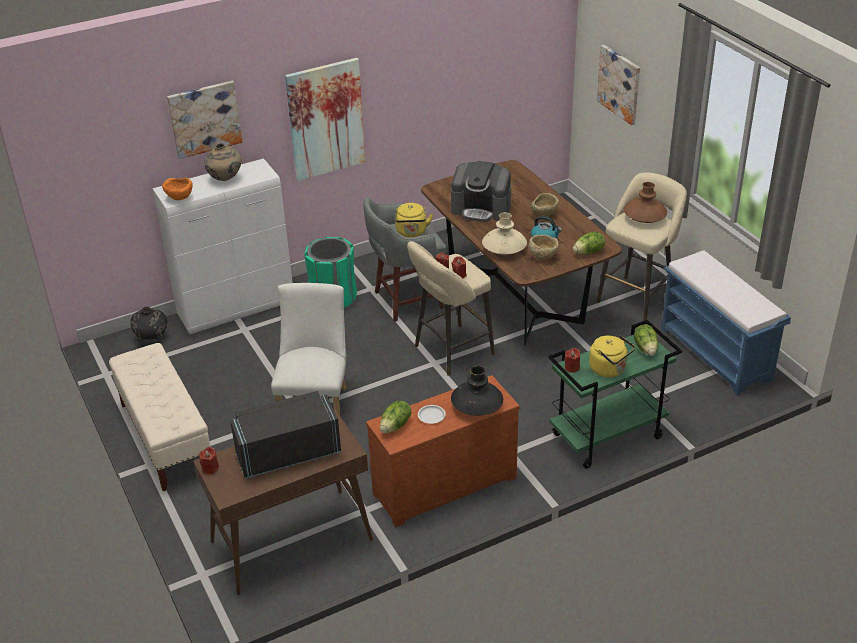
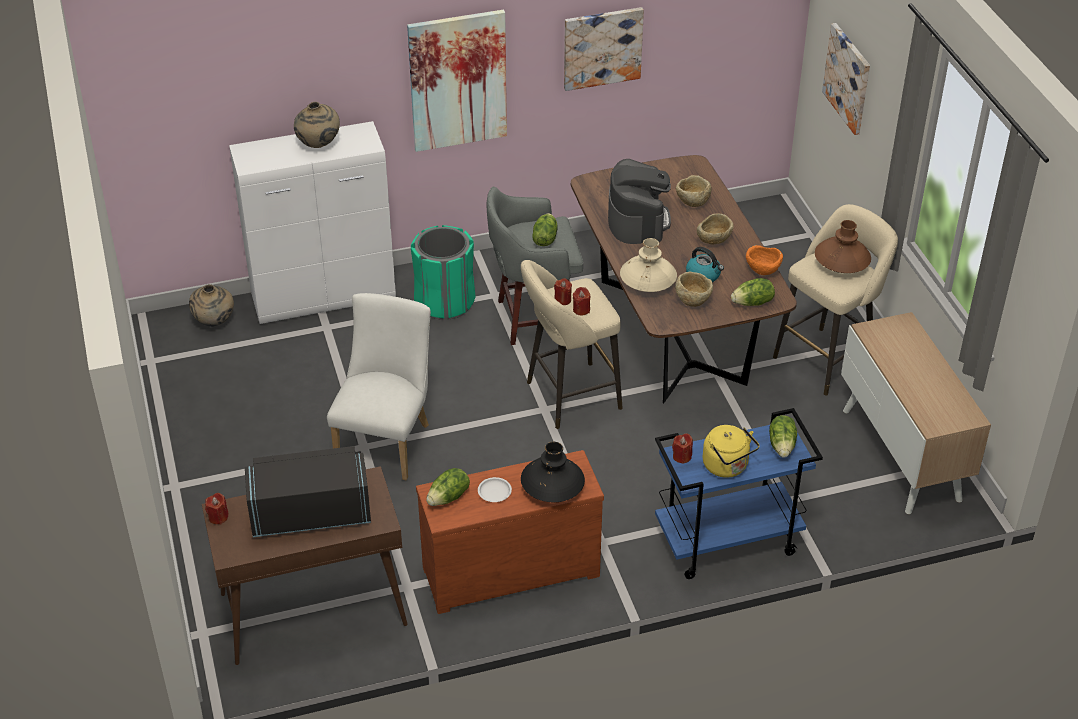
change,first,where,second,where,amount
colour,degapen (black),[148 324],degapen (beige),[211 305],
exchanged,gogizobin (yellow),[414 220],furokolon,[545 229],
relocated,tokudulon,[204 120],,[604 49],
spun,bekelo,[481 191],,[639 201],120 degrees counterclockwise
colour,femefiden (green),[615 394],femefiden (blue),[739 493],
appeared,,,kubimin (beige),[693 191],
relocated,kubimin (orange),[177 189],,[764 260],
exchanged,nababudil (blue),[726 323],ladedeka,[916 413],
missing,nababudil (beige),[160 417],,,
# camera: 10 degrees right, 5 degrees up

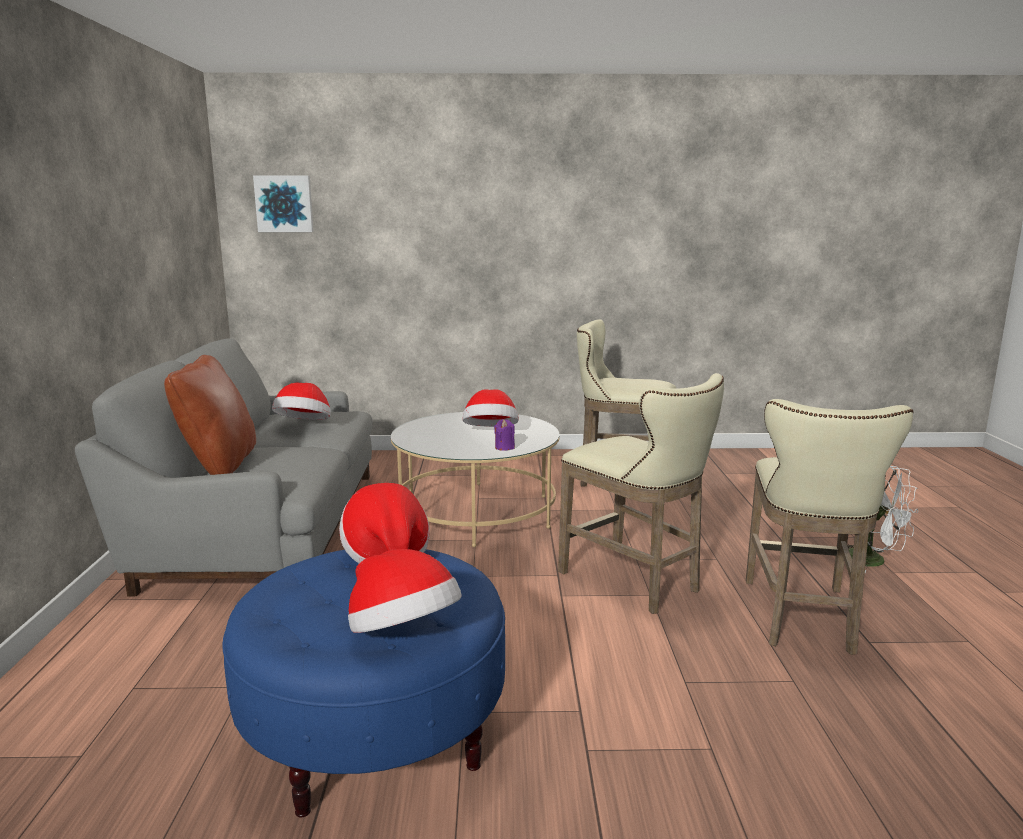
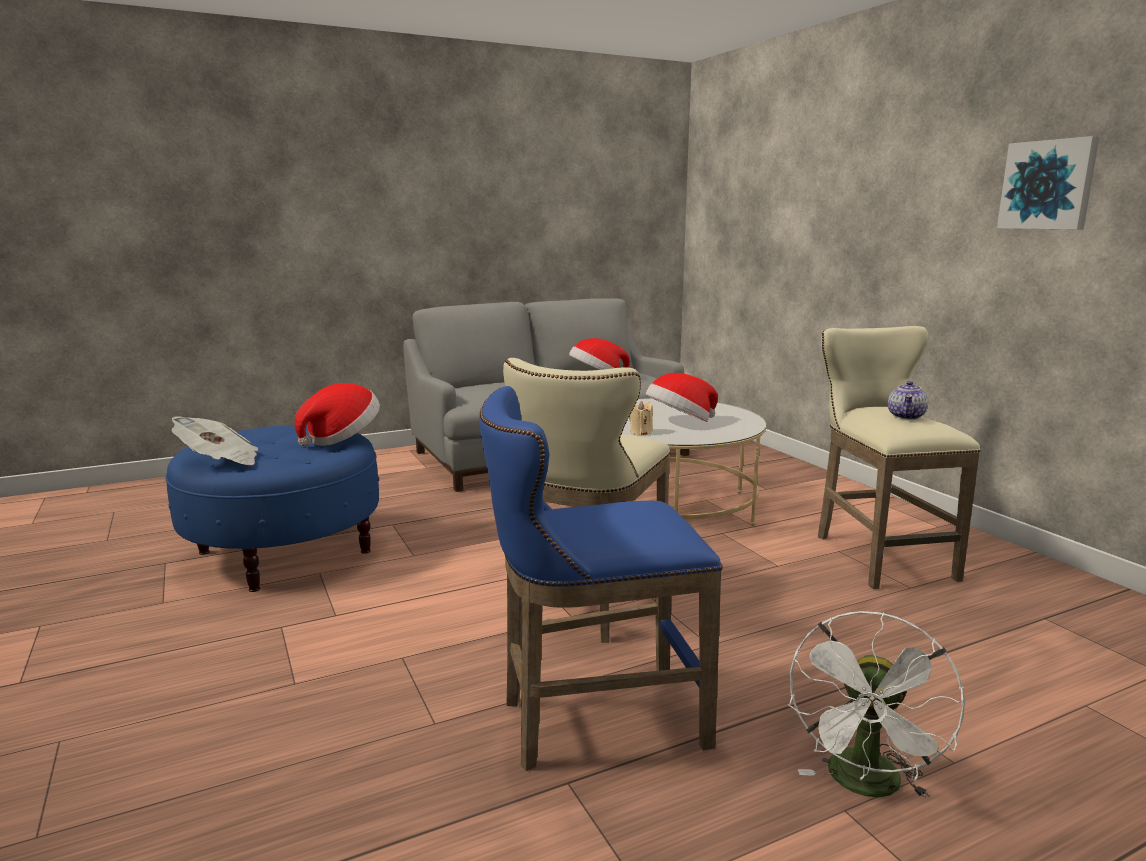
change,first,where,second,where,amount
exchanged,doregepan,[405 591],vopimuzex,[214 440],
colour,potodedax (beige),[830 527],potodedax (blue),[601 578],
colour,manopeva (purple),[504 435],manopeva (beige),[641 418],
appeared,,,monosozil,[908 400],
relocated,tokudulon,[283 204],,[1048 182],
missing,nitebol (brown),[210 415],,,
# camera: 65 degrees right, 0 degrees up

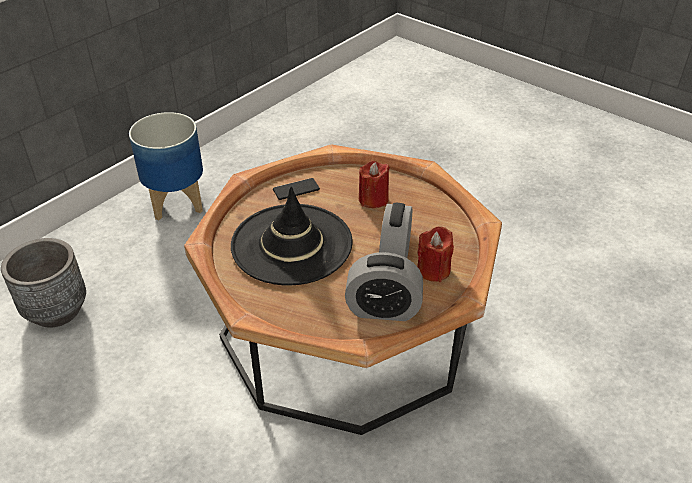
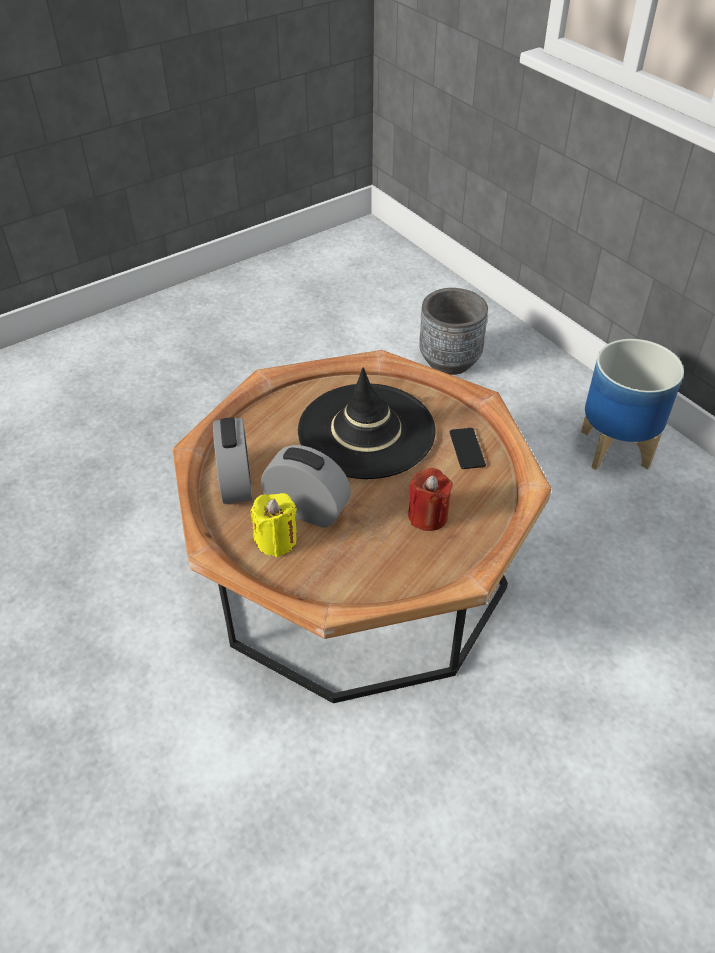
change,first,where,second,where,amount
spun,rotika,[384 286],,[233 460],150 degrees clockwise
colour,manopeva (red),[435 254],manopeva (yellow),[274 525],
# camera: 105 degrees right, 5 degrees up

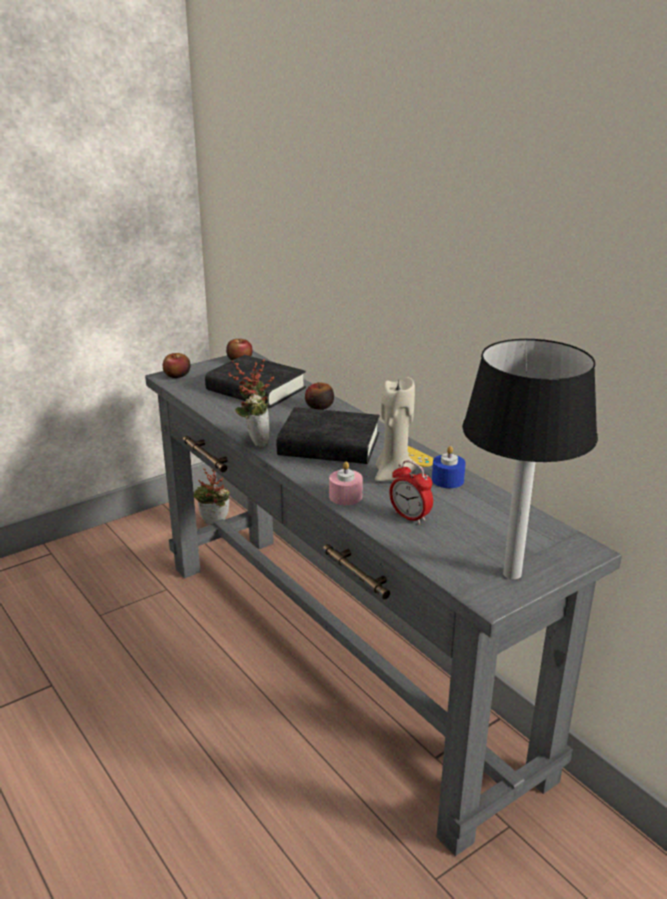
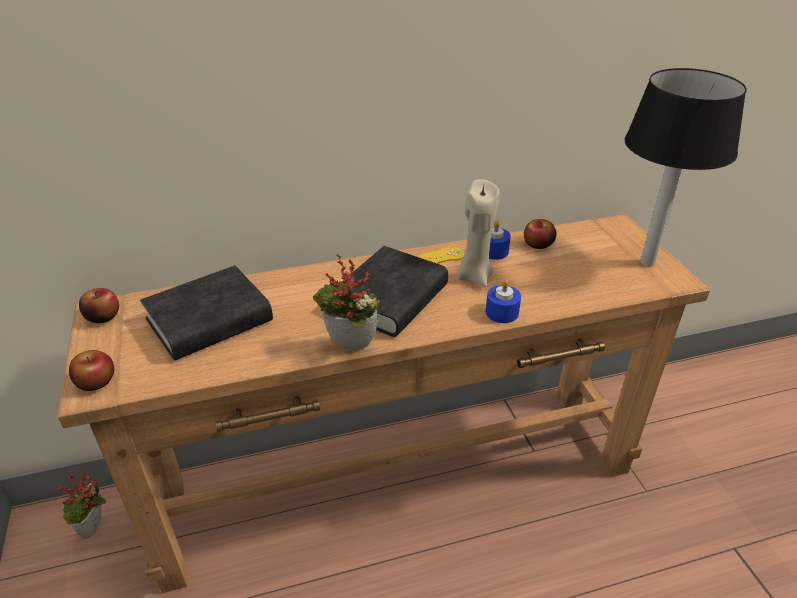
change,first,where,second,where,amount
colour,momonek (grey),[383 603],momonek (brown),[383 403],
colour,manopeva (pink),[346 483],manopeva (blue),[503 301],
relocated,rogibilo,[319 396],,[540 234],
missing,rotika,[411 492],,,
# camera: 70 degrees left, 10 degrees up

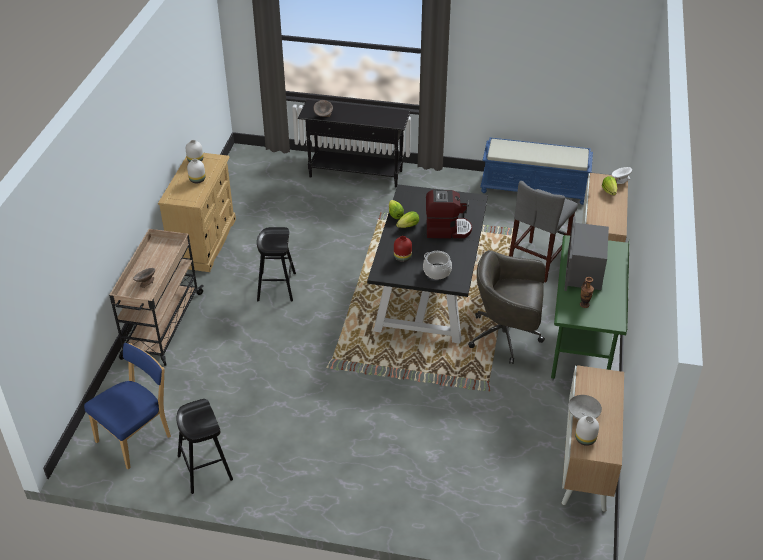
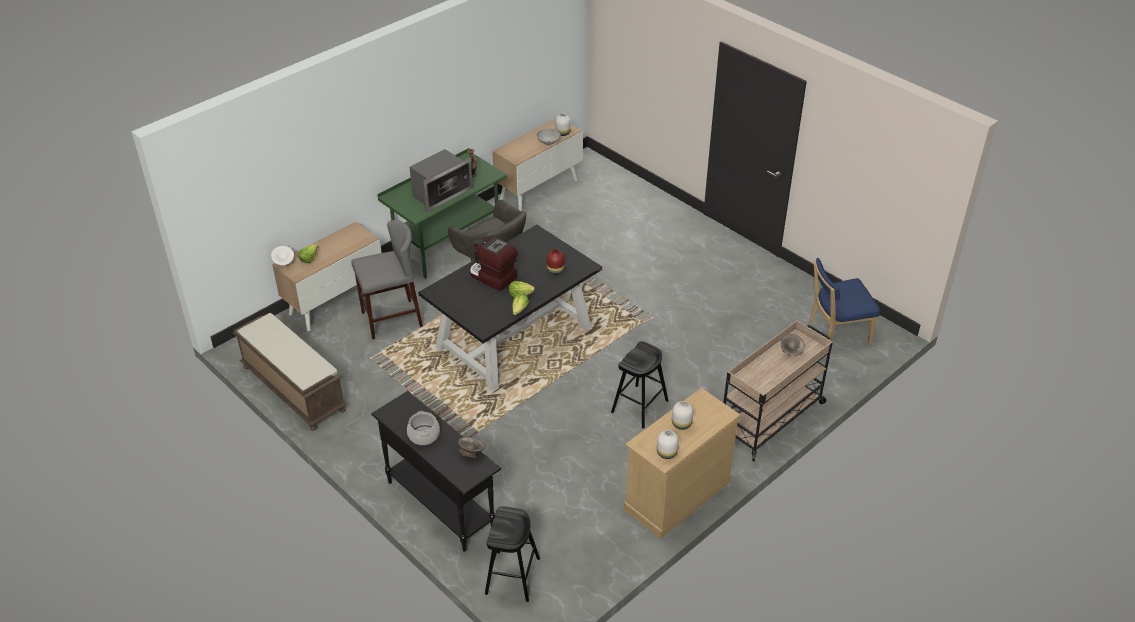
change,first,where,second,where,amount
colour,nababudil (blue),[536 171],nababudil (brown),[290 371],
relocated,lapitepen,[437 265],,[423 428],
relocated,potodedax (black),[205 446],,[512 554],
# camera: 145 degrees left, 0 degrees up

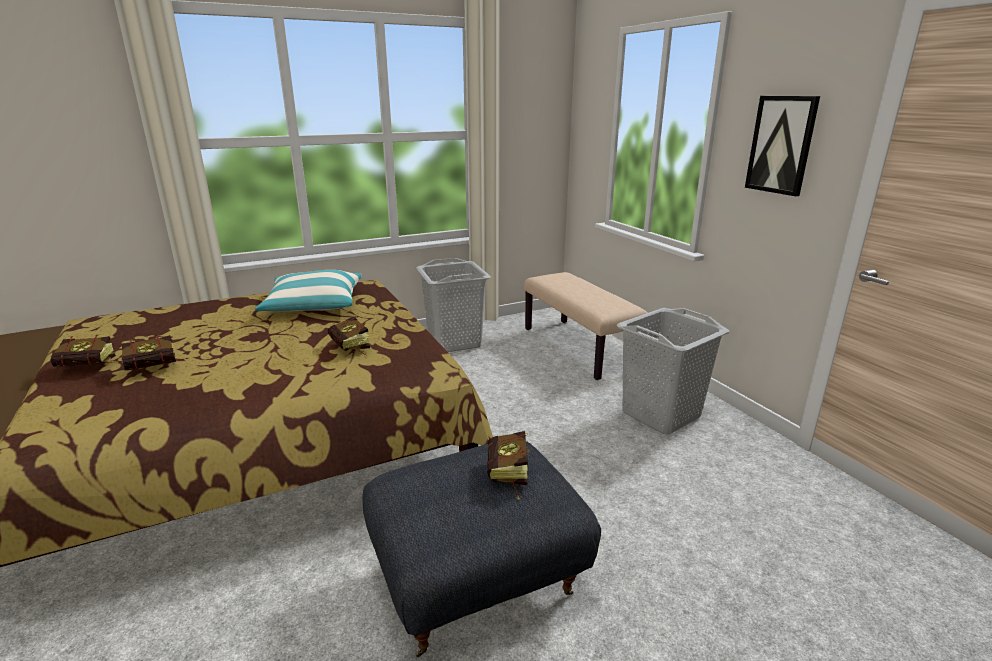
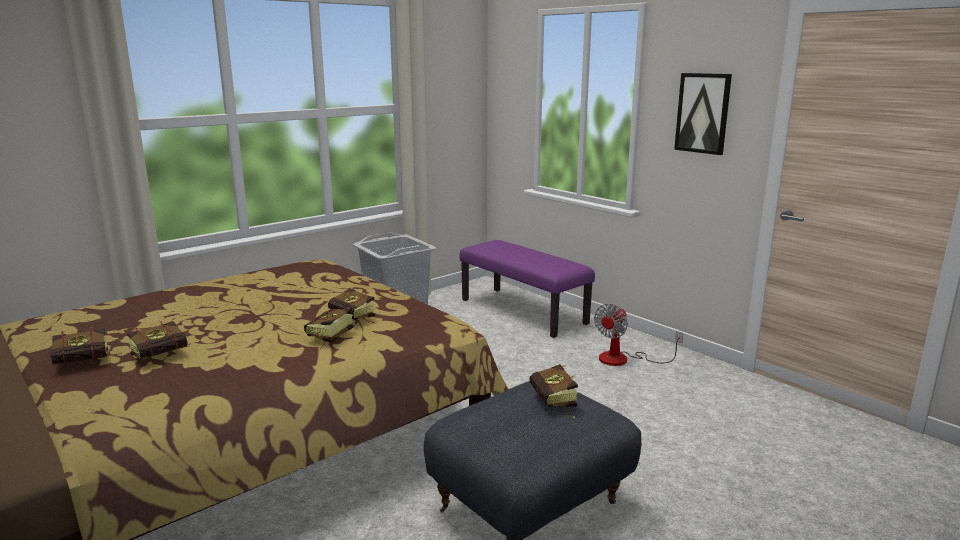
change,first,where,second,where,amount
appeared,,,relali,[329 329],
colour,nababudil (beige),[586 326],nababudil (purple),[527 289],
exchanged,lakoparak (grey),[672 371],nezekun,[638 335],
missing,nitebol,[308 290],,,
# camera: 15 degrees left, 5 degrees down

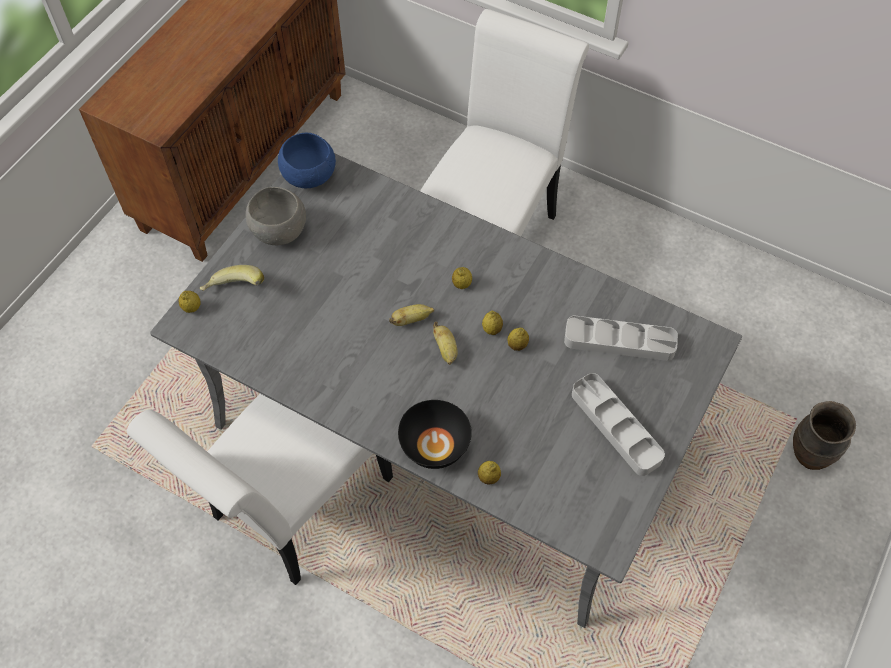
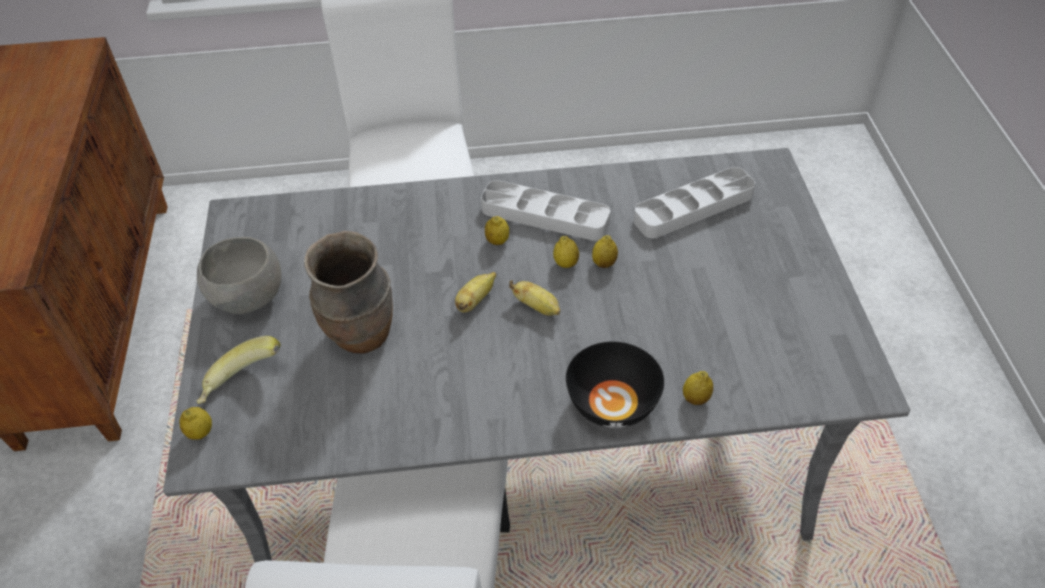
change,first,where,second,where,amount
relocated,degapen (brown),[824 435],,[348 292],
relocated,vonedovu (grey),[618 424],,[545 210],
missing,kubimin (blue),[307 160],,,
# camera: 35 degrees left, 10 degrees down

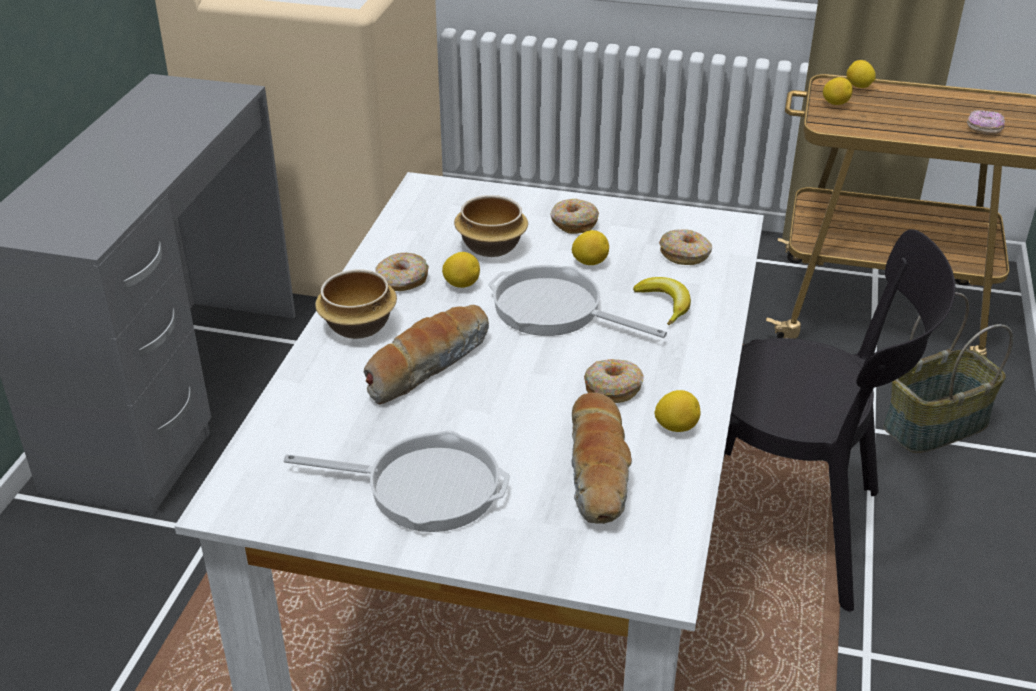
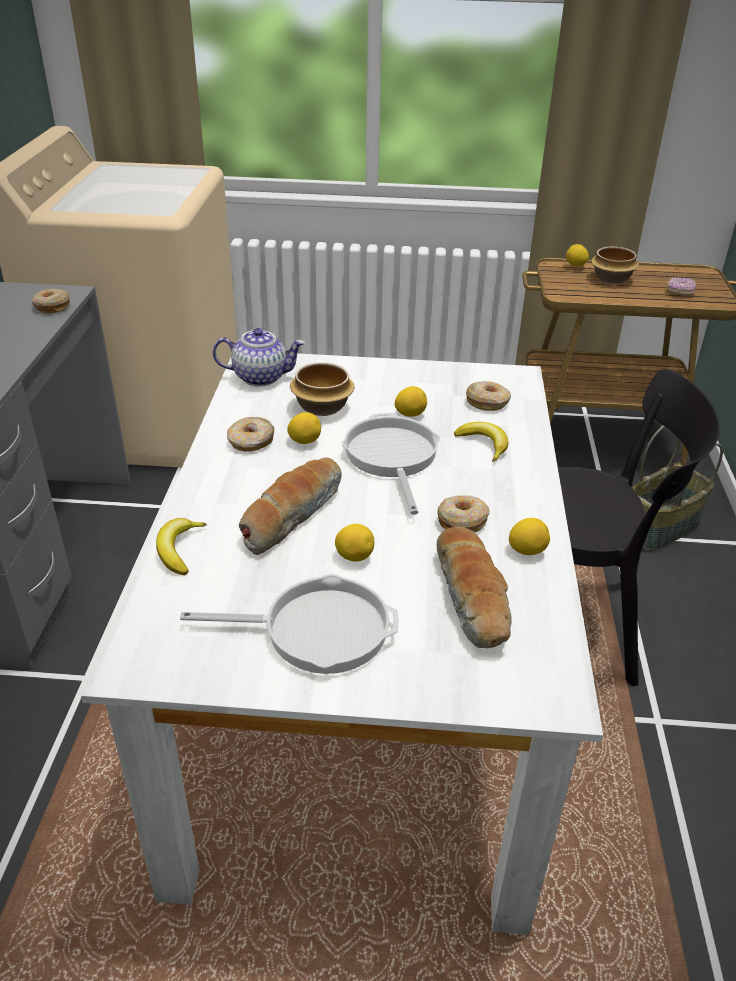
change,first,where,second,where,amount
relocated,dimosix,[574 216],,[50 301],
appeared,,,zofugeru,[181 546],
appeared,,,monosozil,[259 357],
relocated,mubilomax,[838 91],,[354 542],
spun,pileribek,[577 301],,[391 464],60 degrees clockwise
relocated,kubimin,[356 304],,[615 265],
# camera: 10 degrees left, 0 degrees up

